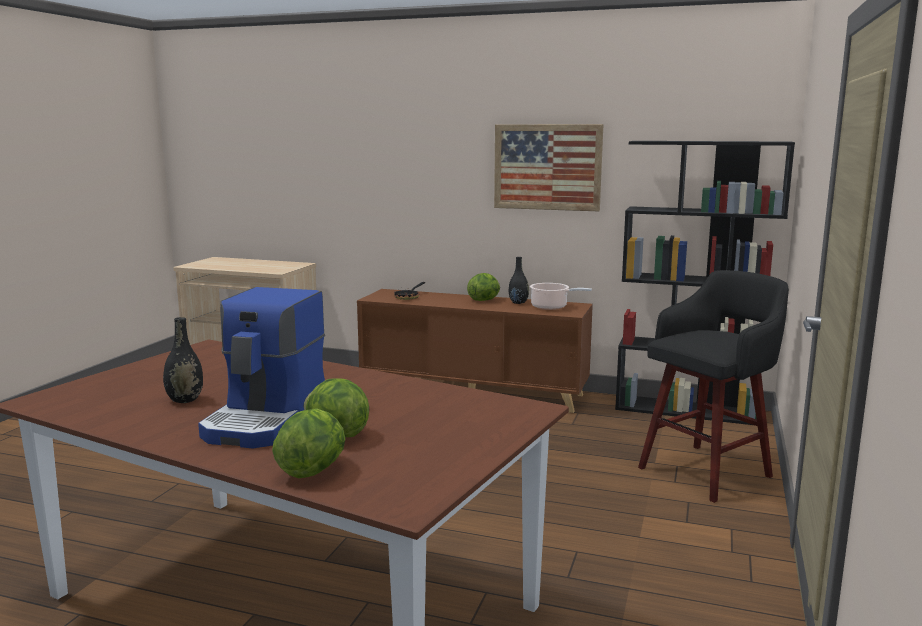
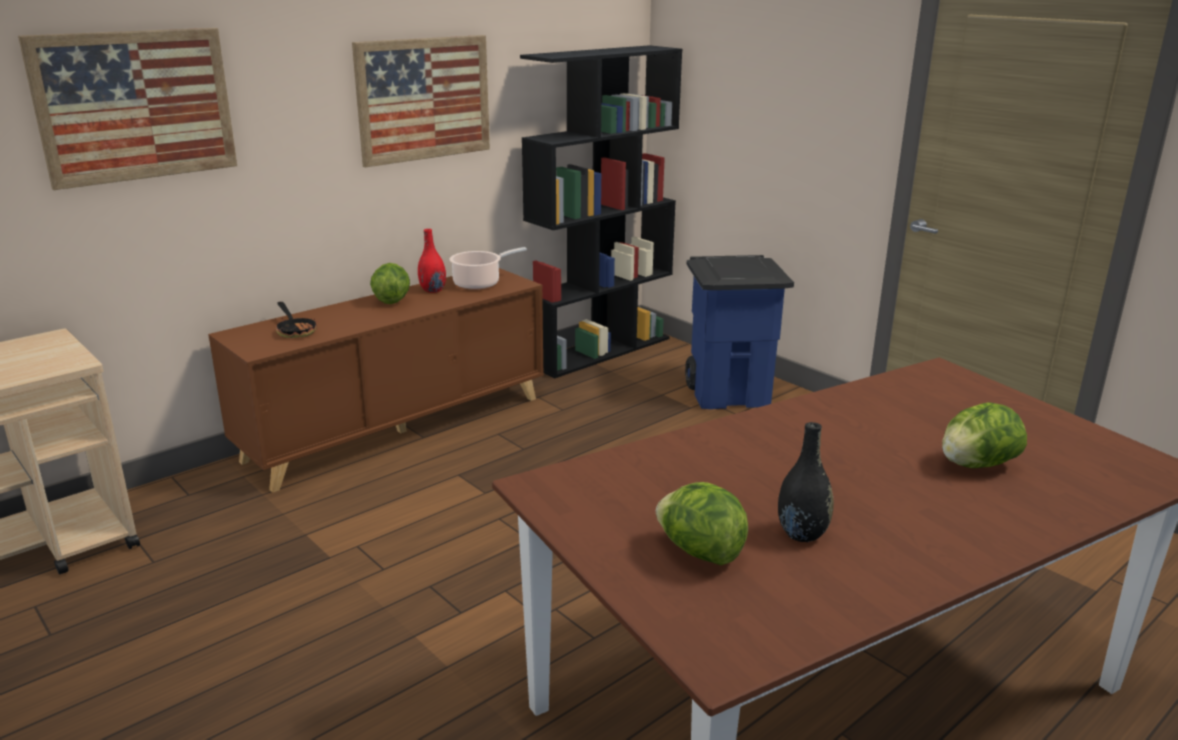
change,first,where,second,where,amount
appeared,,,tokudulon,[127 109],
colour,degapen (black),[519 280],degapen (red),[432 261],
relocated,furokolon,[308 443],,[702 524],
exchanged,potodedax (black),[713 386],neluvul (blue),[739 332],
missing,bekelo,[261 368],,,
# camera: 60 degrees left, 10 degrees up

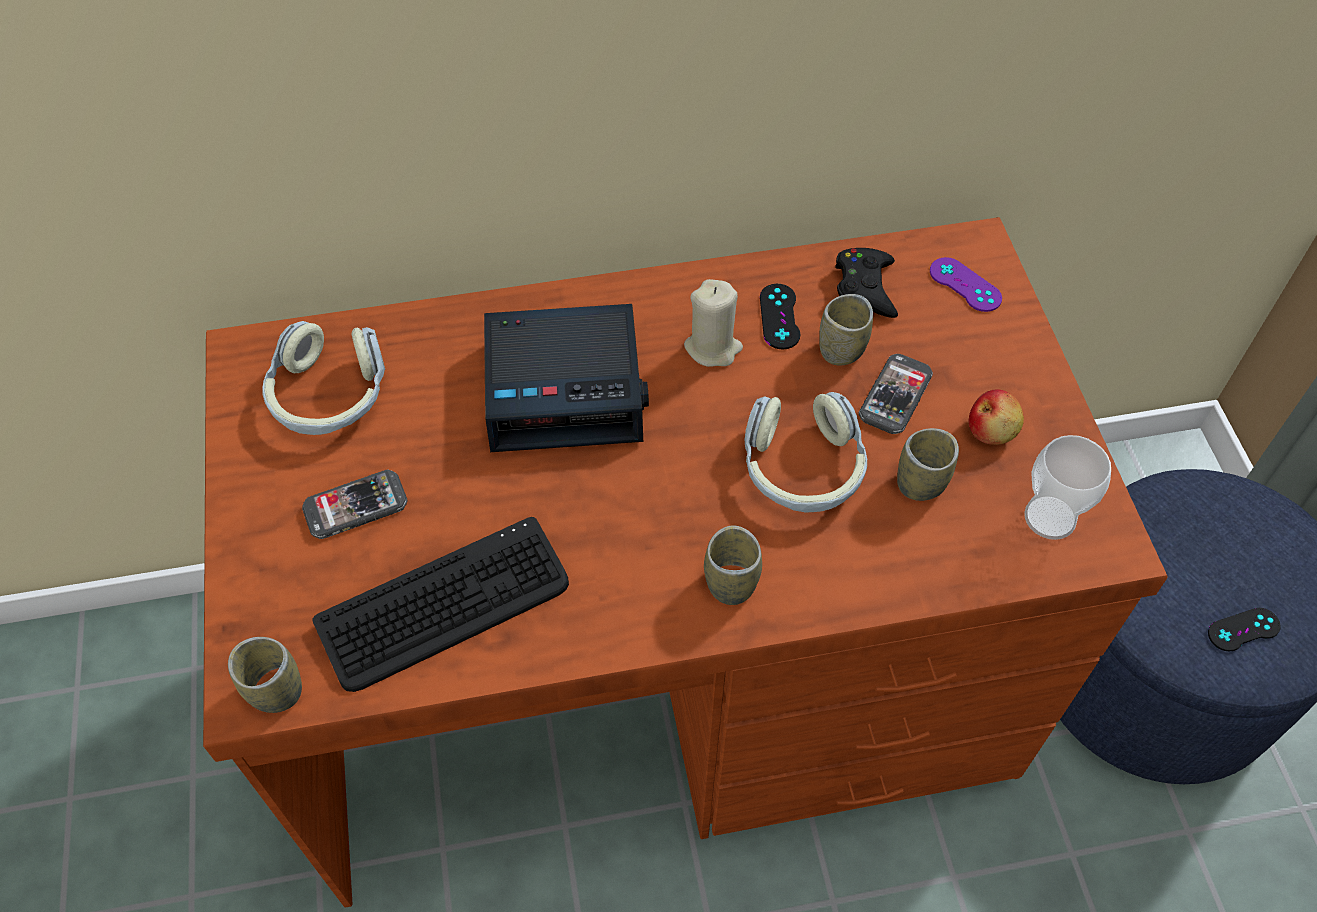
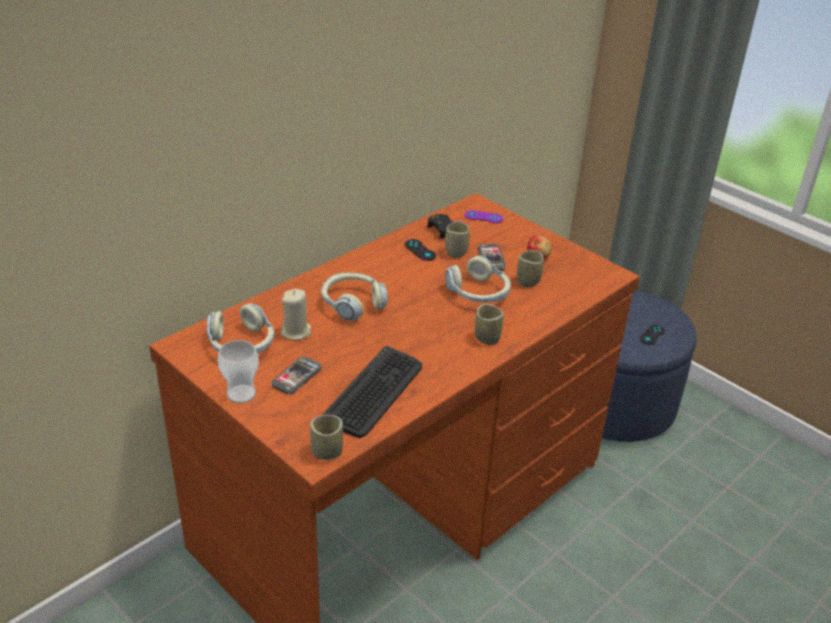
change,first,where,second,where,amount
relocated,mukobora,[1067 487],,[238 372],
relocated,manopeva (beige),[713 323],,[296 314],
exchanged,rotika,[566 378],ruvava,[354 297],
# camera: 35 degrees left, 20 degrees down

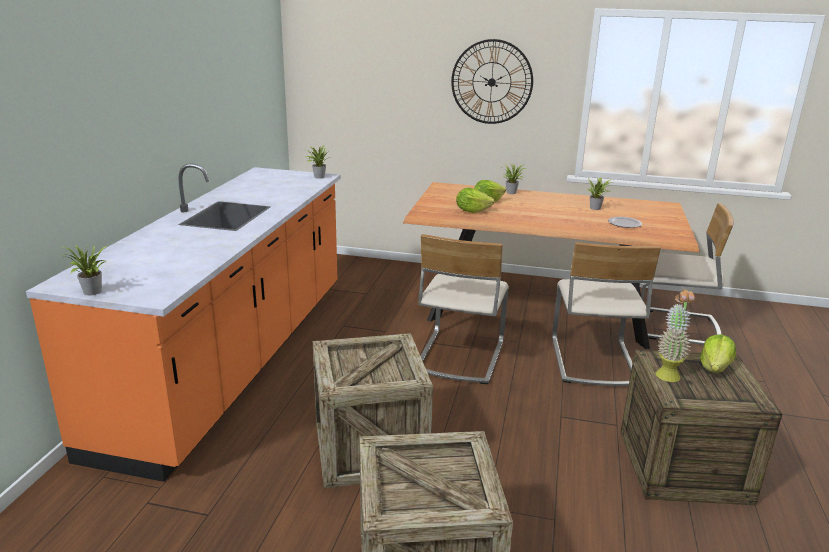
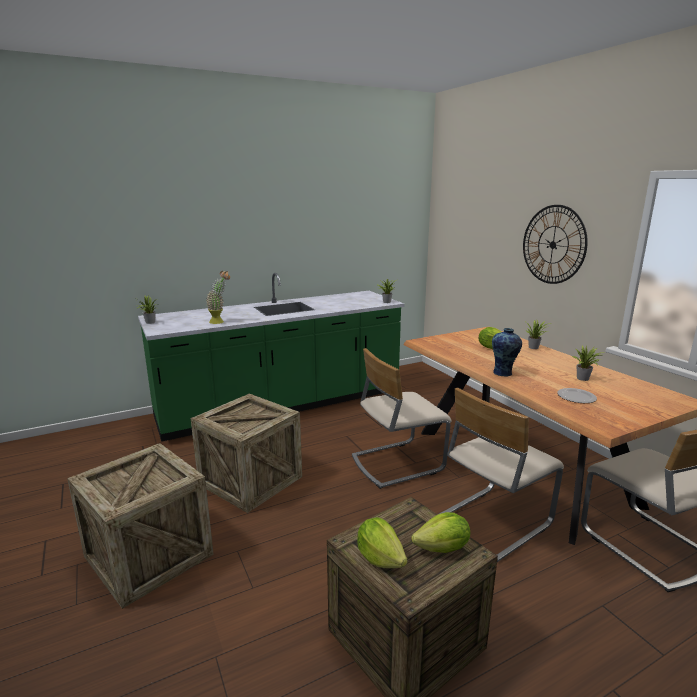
change,first,where,second,where,amount
colour,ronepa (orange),[183 322],ronepa (green),[271 357],
relocated,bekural,[675 335],,[218 297],
relocated,furokolon,[475 200],,[382 542],
appeared,,,degapen,[507 352],
# camera: 50 degrees right, 5 degrees down

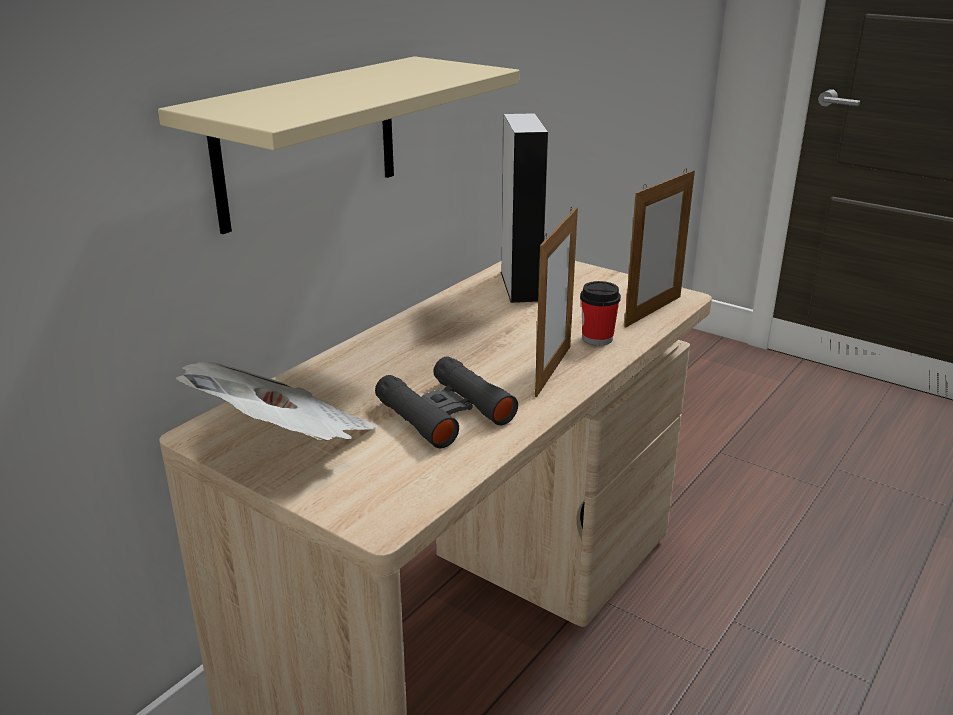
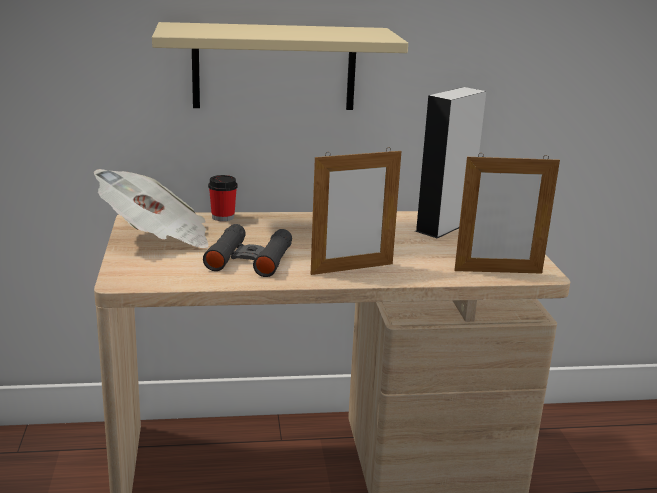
change,first,where,second,where,amount
relocated,mukobora,[600 313],,[222 198],
# camera: 45 degrees right, 5 degrees down

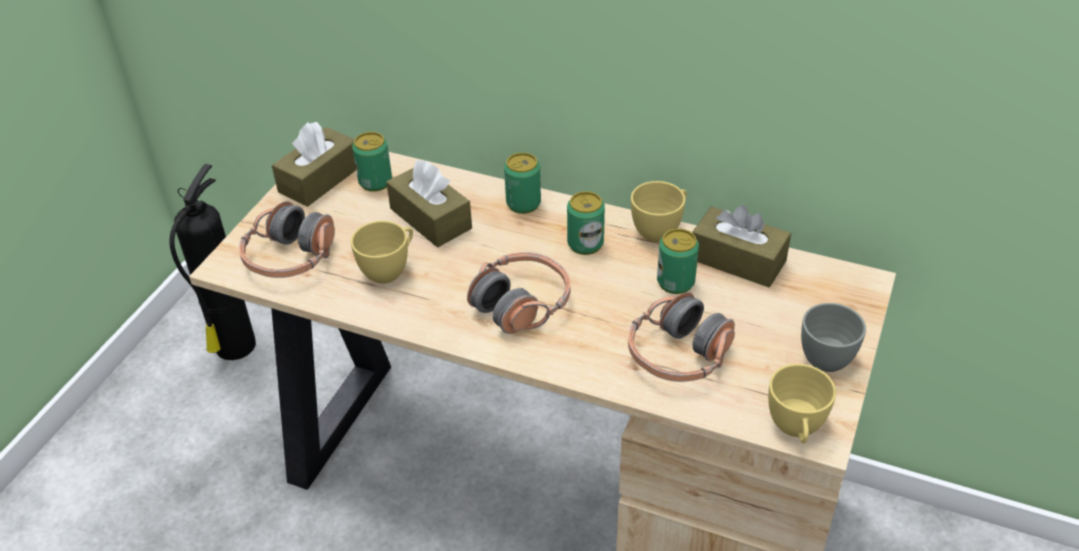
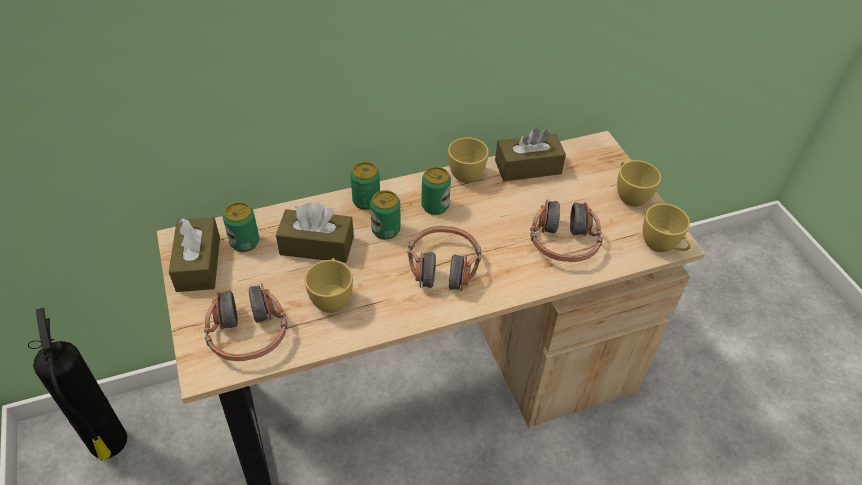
change,first,where,second,where,amount
relocated,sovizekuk,[678 261],,[385 215],
colour,mukobora (grey),[833 337],mukobora (yellow),[639 183],
# camera: 45 degrees left, 5 degrees up

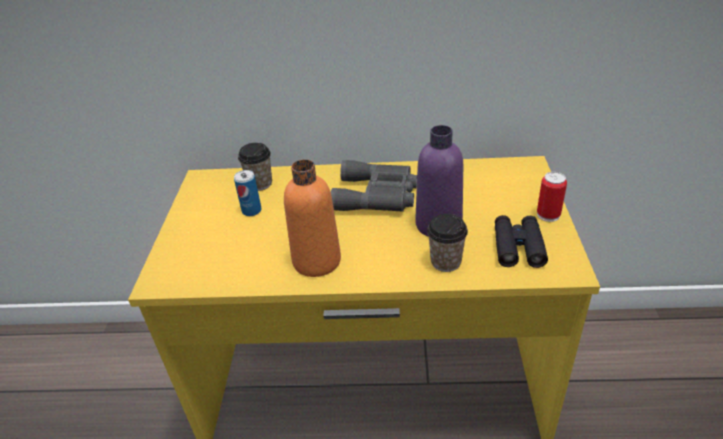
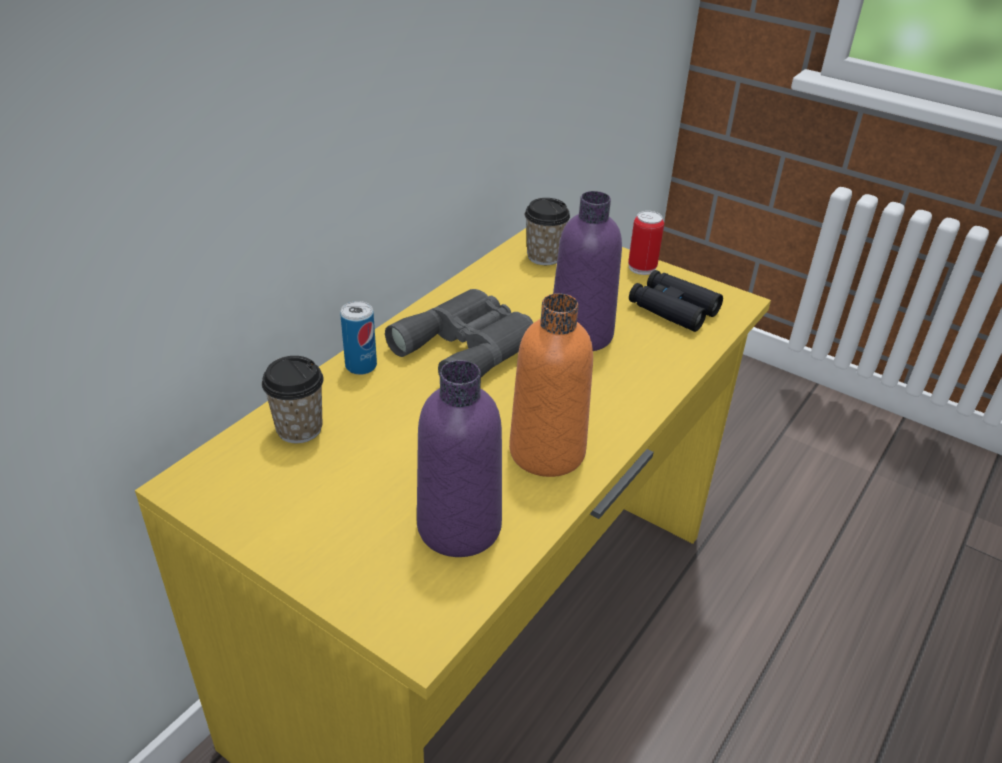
change,first,where,second,where,amount
relocated,sovizekuk,[248 193],,[358 338],
appeared,,,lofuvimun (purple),[459 458],
relocated,mukobora,[447 243],,[547 231],
# camera: 60 degrees left, 0 degrees up

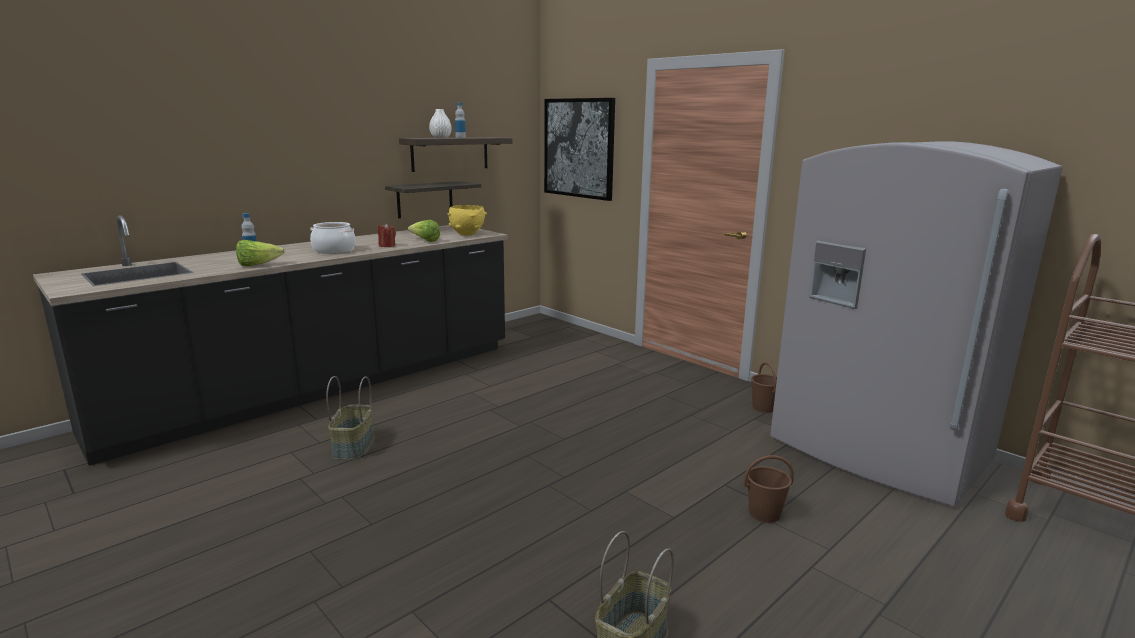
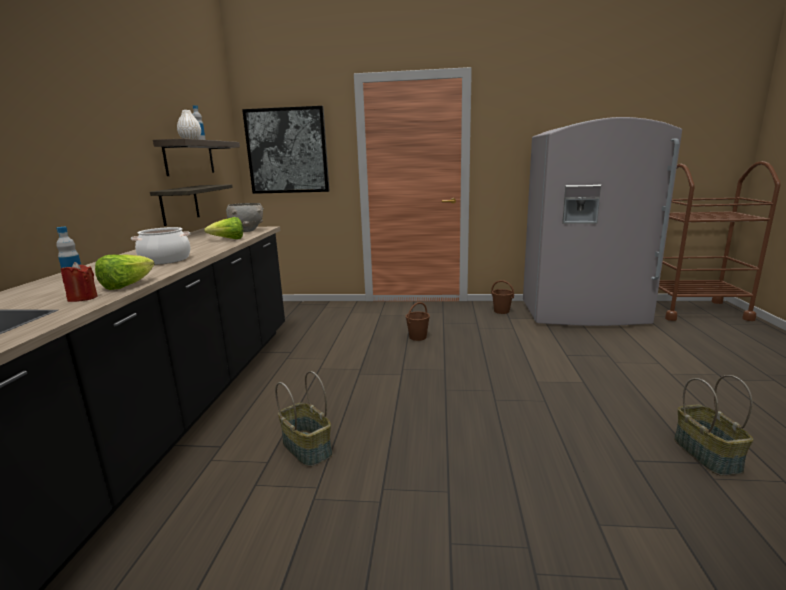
change,first,where,second,where,amount
relocated,manopeva (red),[387 235],,[79 282],
colour,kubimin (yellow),[467 220],kubimin (grey),[244 217],
relocated,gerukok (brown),[769 489],,[418 321],
# camera: 40 degrees left, 0 degrees up

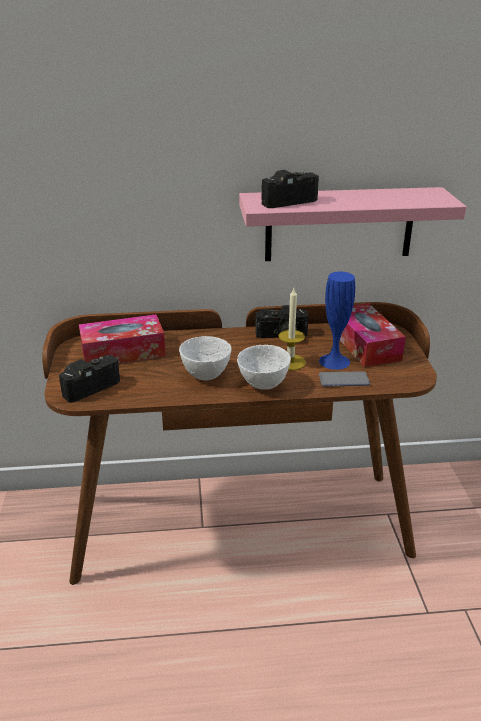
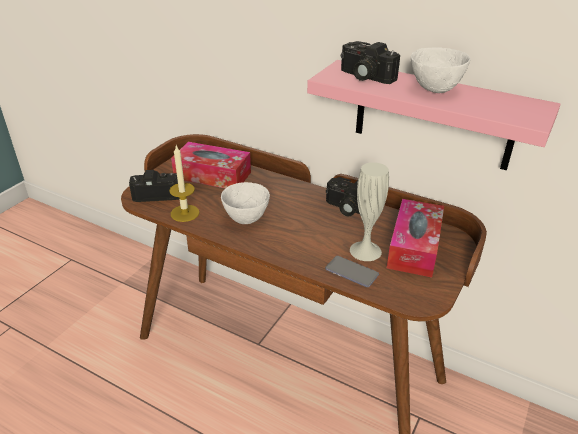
change,first,where,second,where,amount
relocated,manopeva,[292 329],,[184 183],
spun,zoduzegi,[290 189],,[370 62],150 degrees counterclockwise
colour,degapen (blue),[337 321],degapen (white),[369 211],
relocated,kubimin (white),[264 367],,[440 70],
# camera: 35 degrees right, 5 degrees up

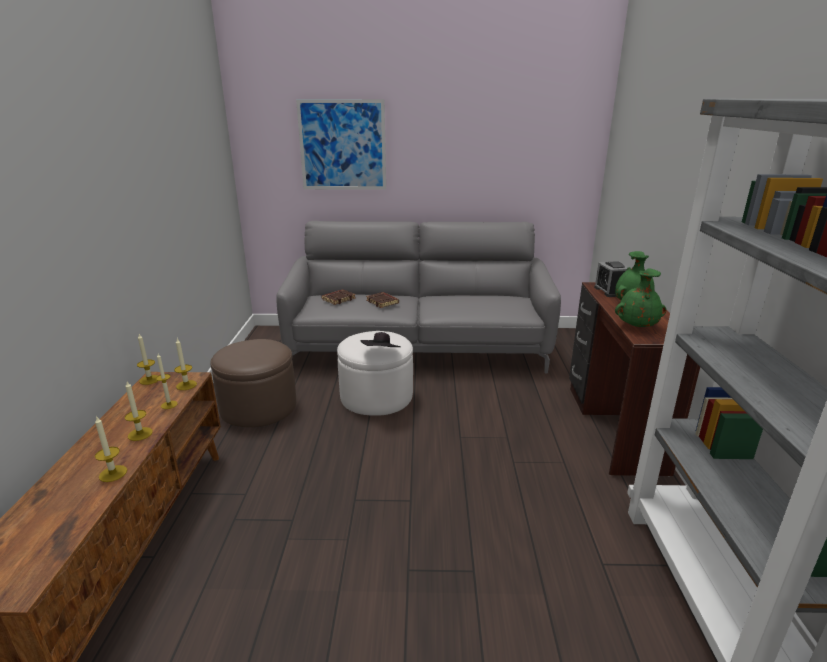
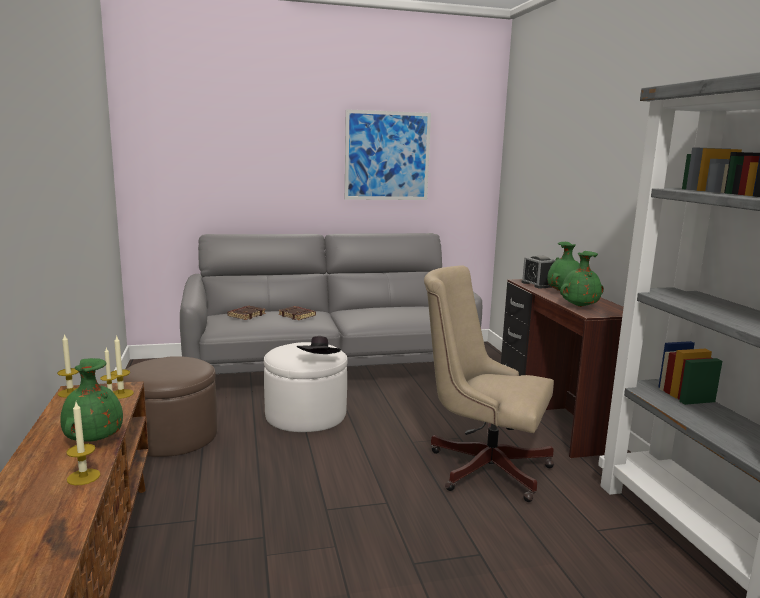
change,first,where,second,where,amount
exchanged,manopeva,[139 411],degapen (green),[91 400],
relocated,tokudulon,[341 144],,[388 154],
appeared,,,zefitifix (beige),[489 383],
# camera: 15 degrees left, 10 degrees down

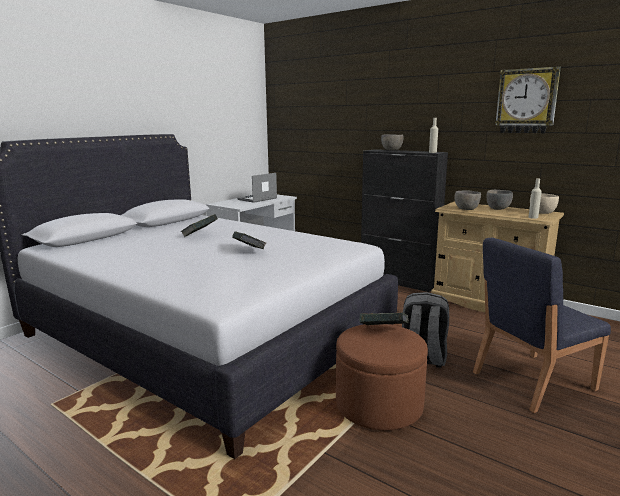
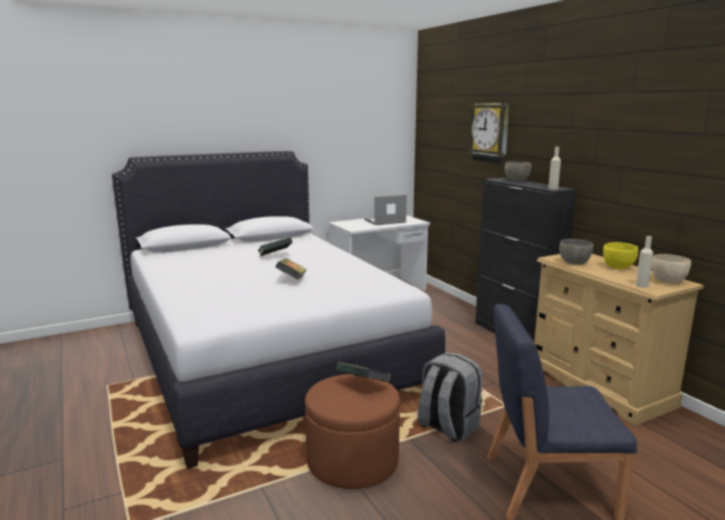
change,first,where,second,where,amount
relocated,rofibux,[528 99],,[489 133],
colour,kubimin (grey),[500 200],kubimin (yellow),[620 255],
# camera: 25 degrees right, 0 degrees up

